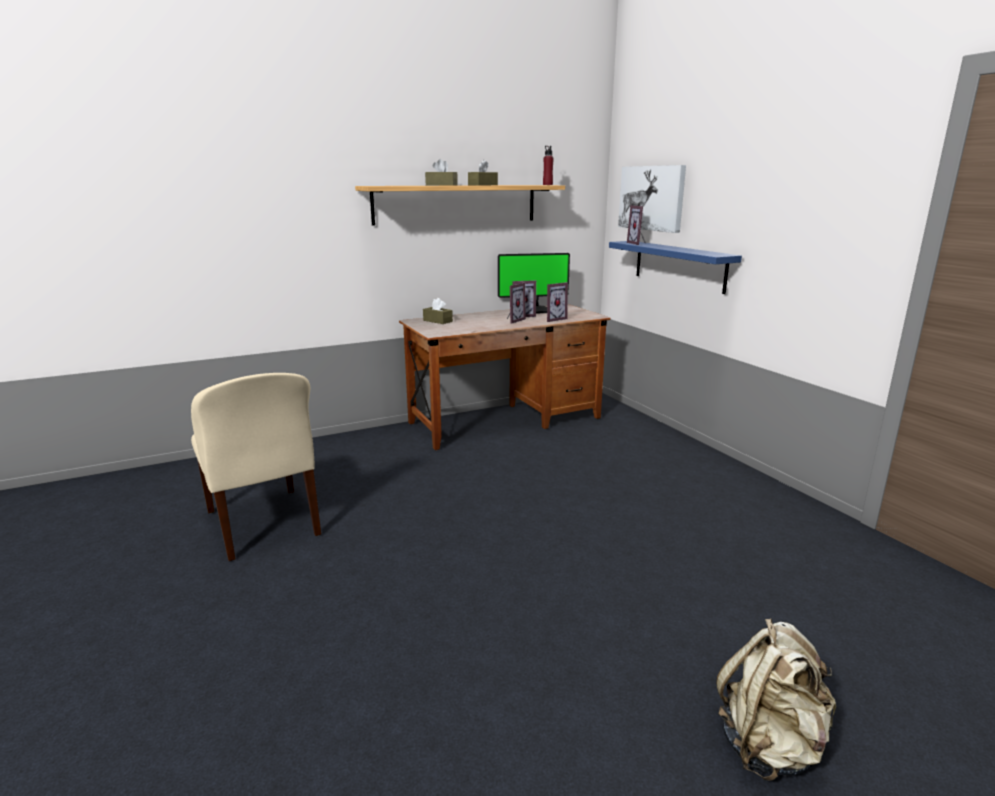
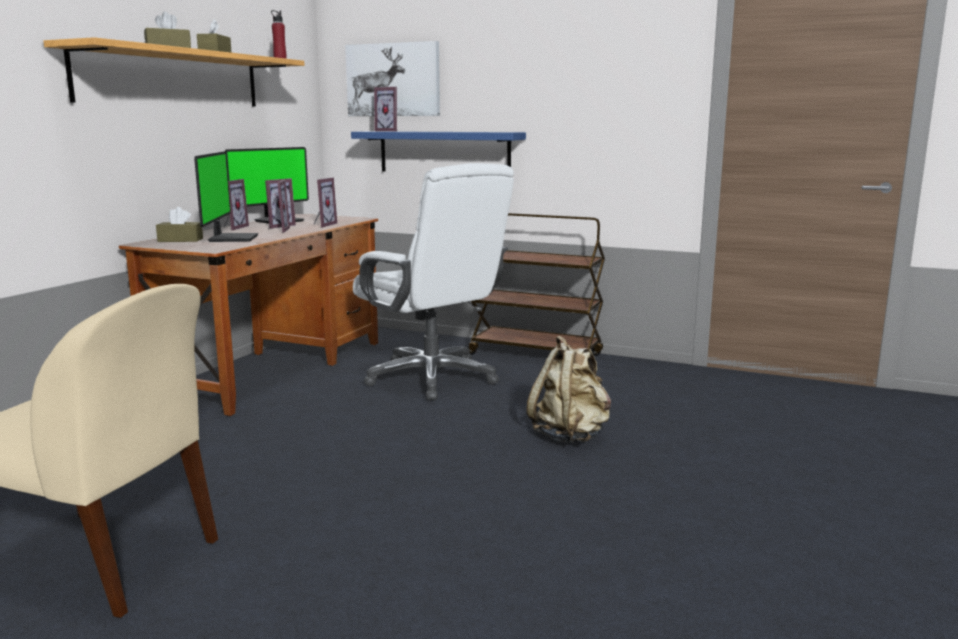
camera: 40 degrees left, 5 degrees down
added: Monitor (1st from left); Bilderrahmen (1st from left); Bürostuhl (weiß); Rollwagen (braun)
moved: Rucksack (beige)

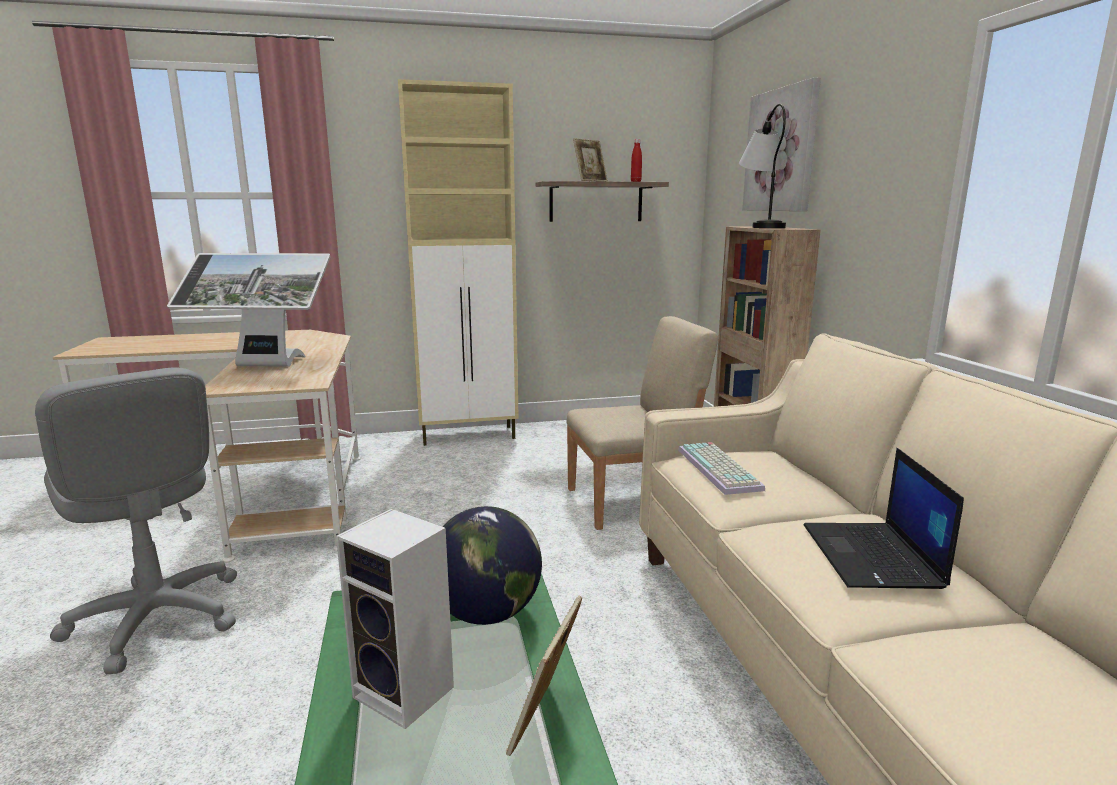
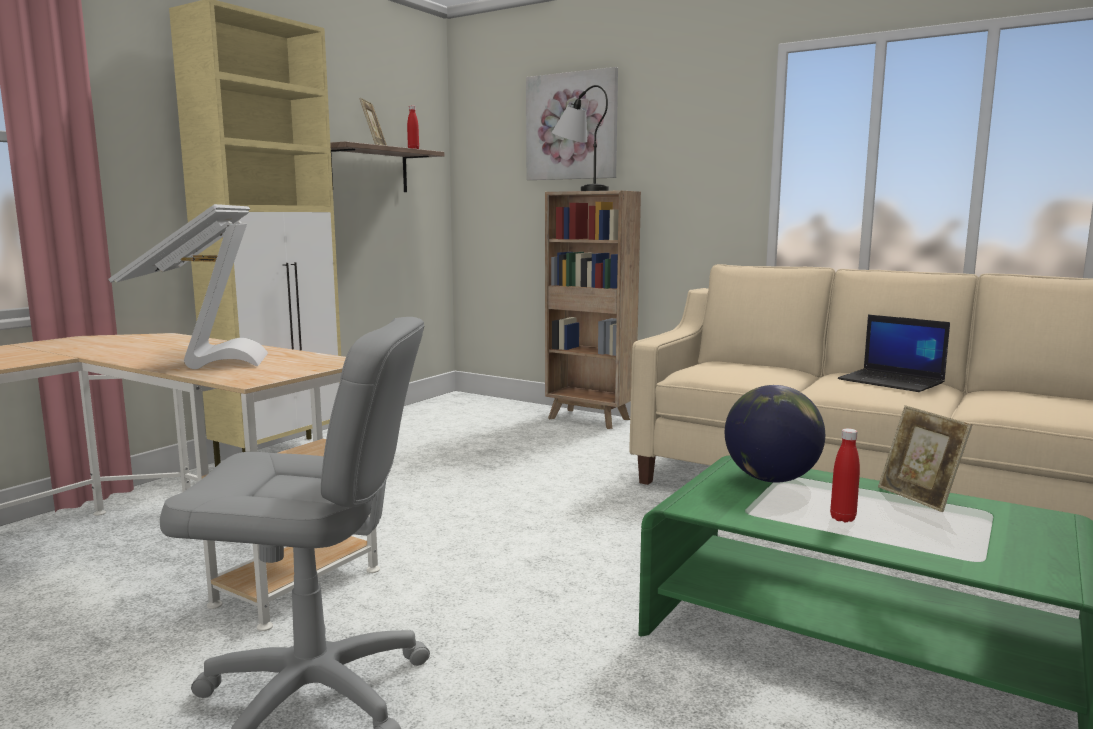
camera: 45 degrees left, 5 degrees down
removed: Stuhl (beige); Tastatur
replaced: Lautsprecher to Flasche (rot) (2nd from left)
turned: Monitor 120 degrees clockwise

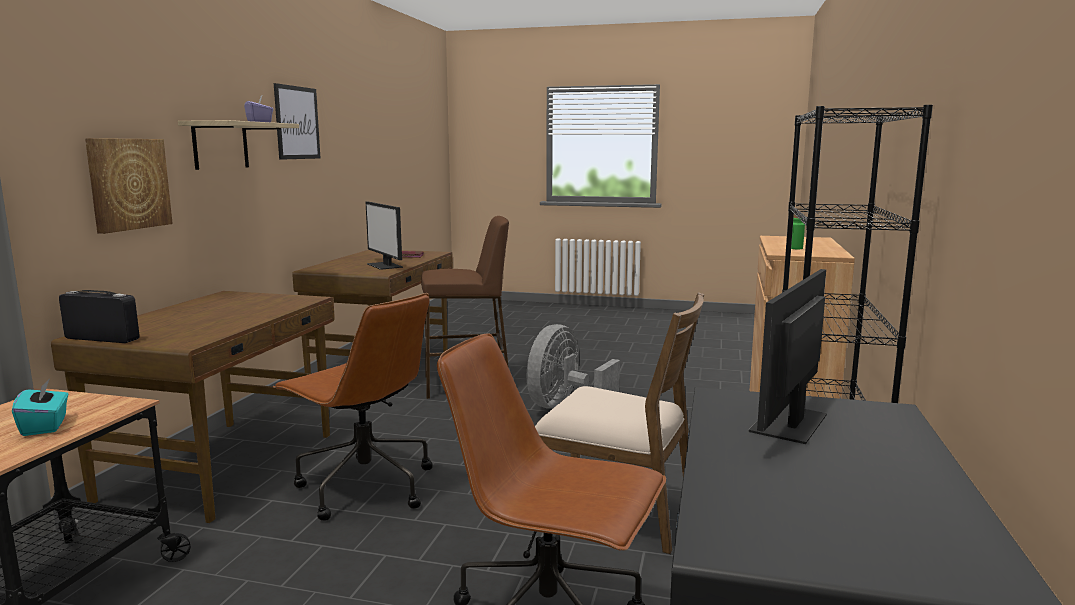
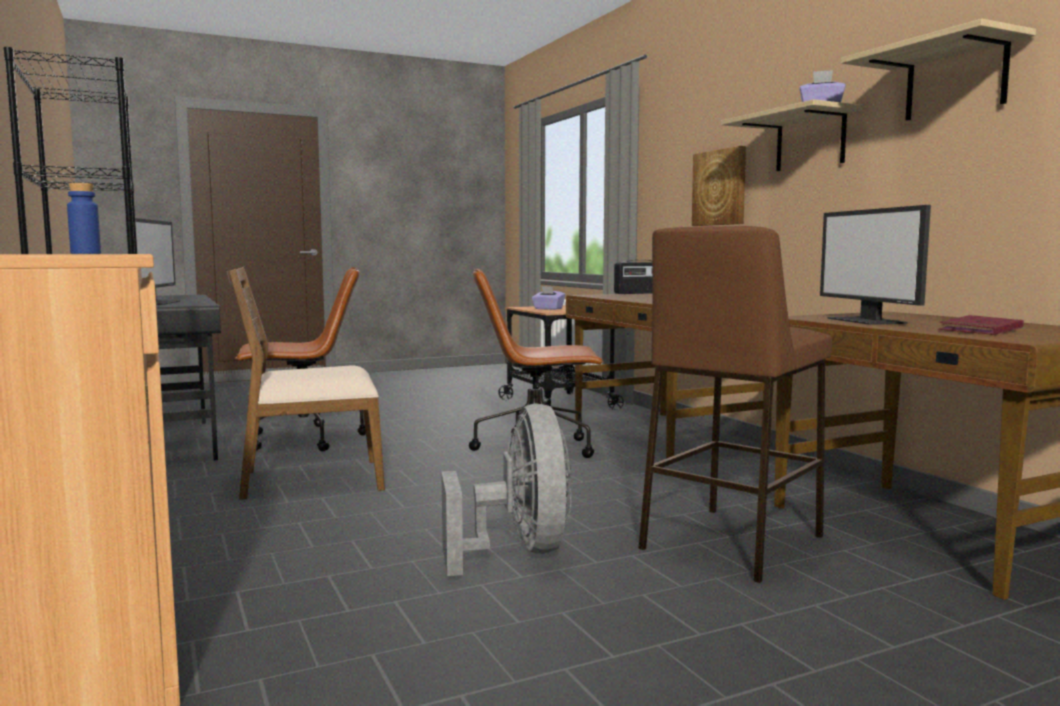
camera: 140 degrees right, 5 degrees down
replaced: Bild (2nd from left) to Wandregal (2nd from left)
recoloured: Taschentuchbox (türkis) to Taschentuchbox (lila) (1st from left); Flasche (grün) to Flasche (blau)
turned: Monitor (1st from left in the first image) 120 degrees counterclockwise

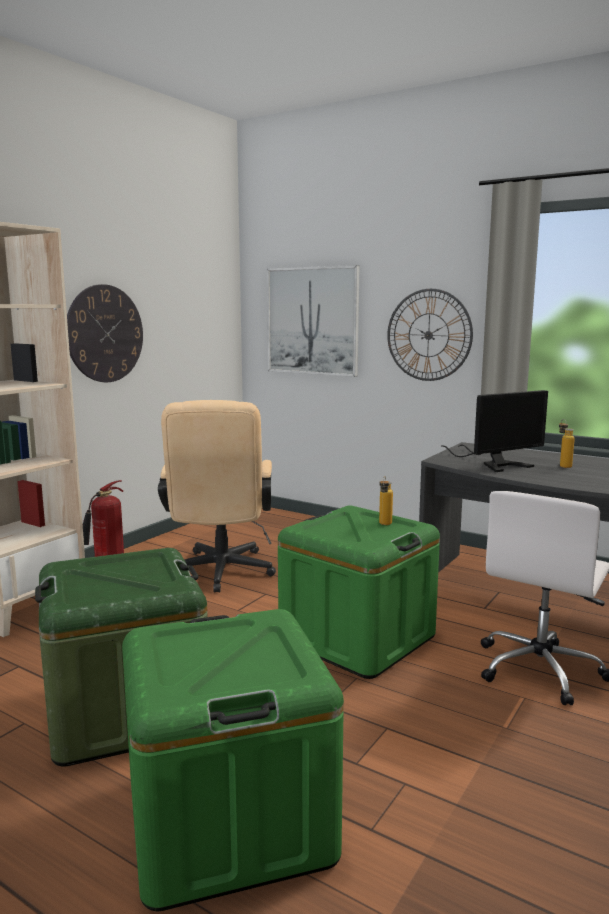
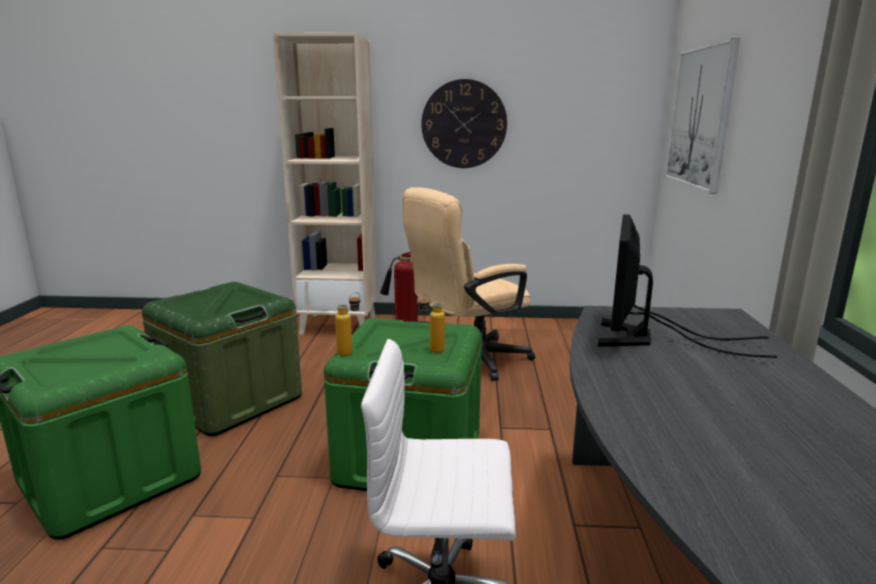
camera: 60 degrees right, 5 degrees up
removed: Wanduhr (2nd from left)
moved: Flasche (2nd from left in the first image) to Flasche (1st from left)
turned: Monitor 75 degrees clockwise

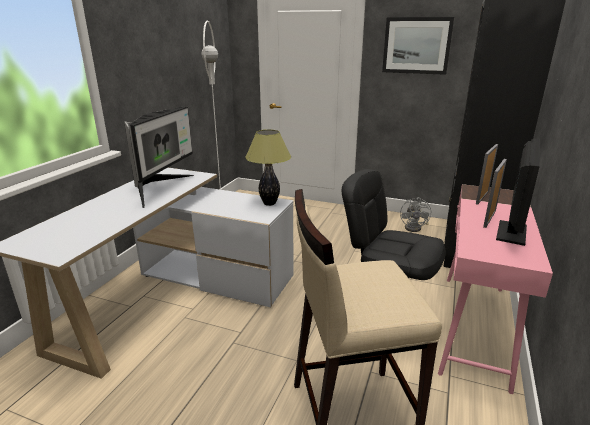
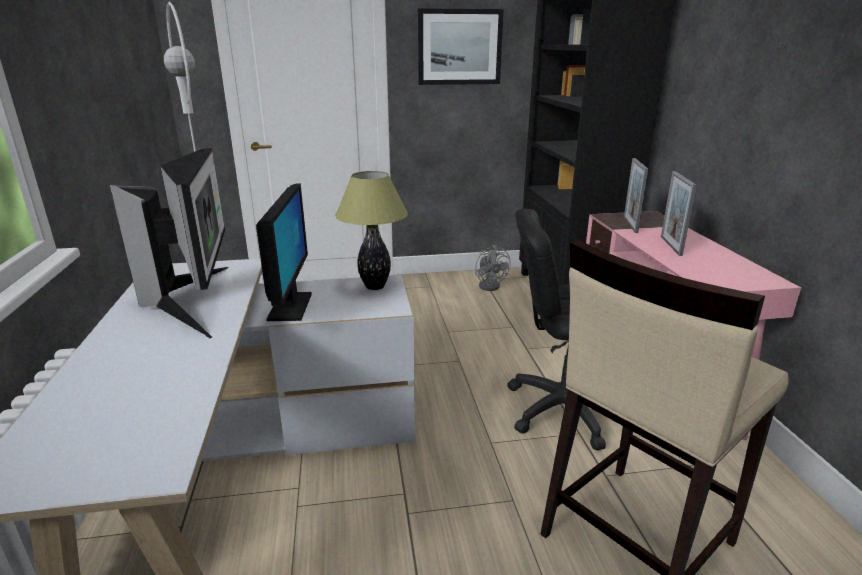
camera: 30 degrees left, 0 degrees up
moved: Monitor (2nd from left)

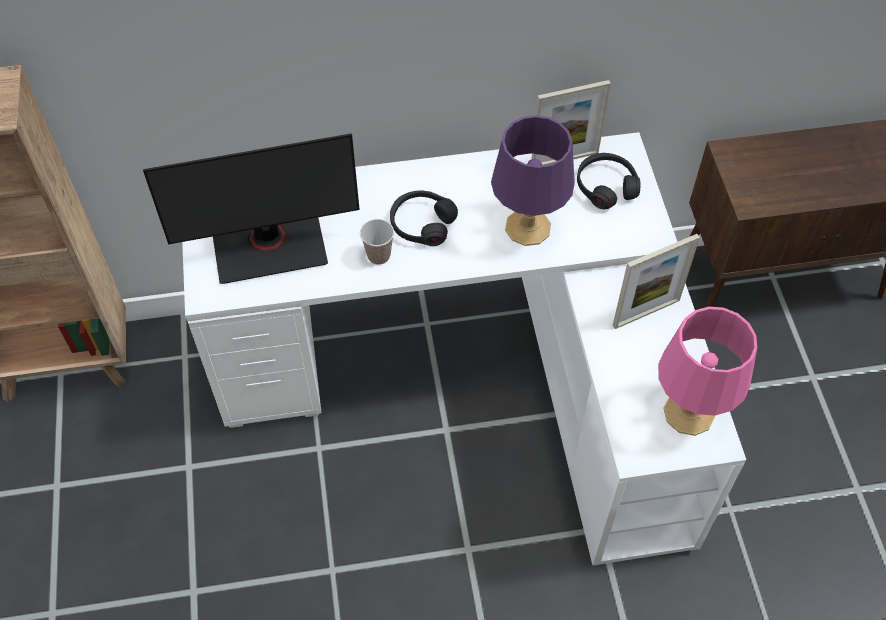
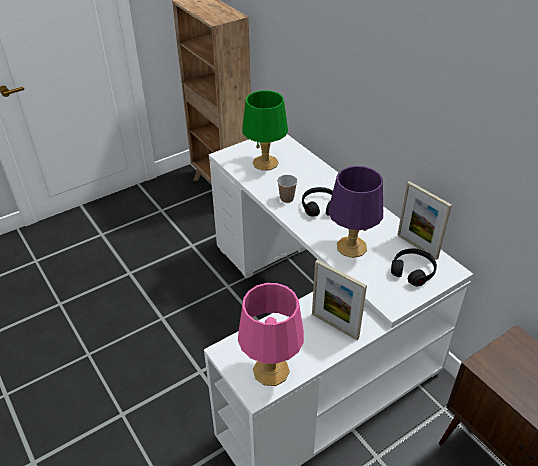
camera: 65 degrees right, 15 degrees down
replaced: Monitor to Tischlampe (grün)

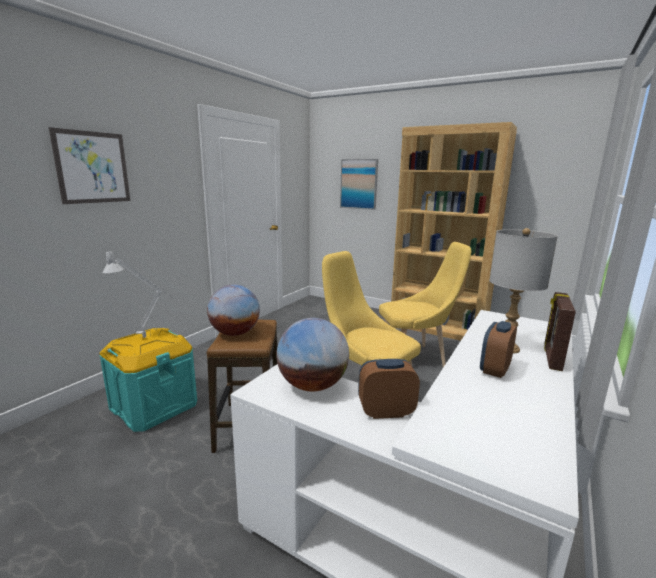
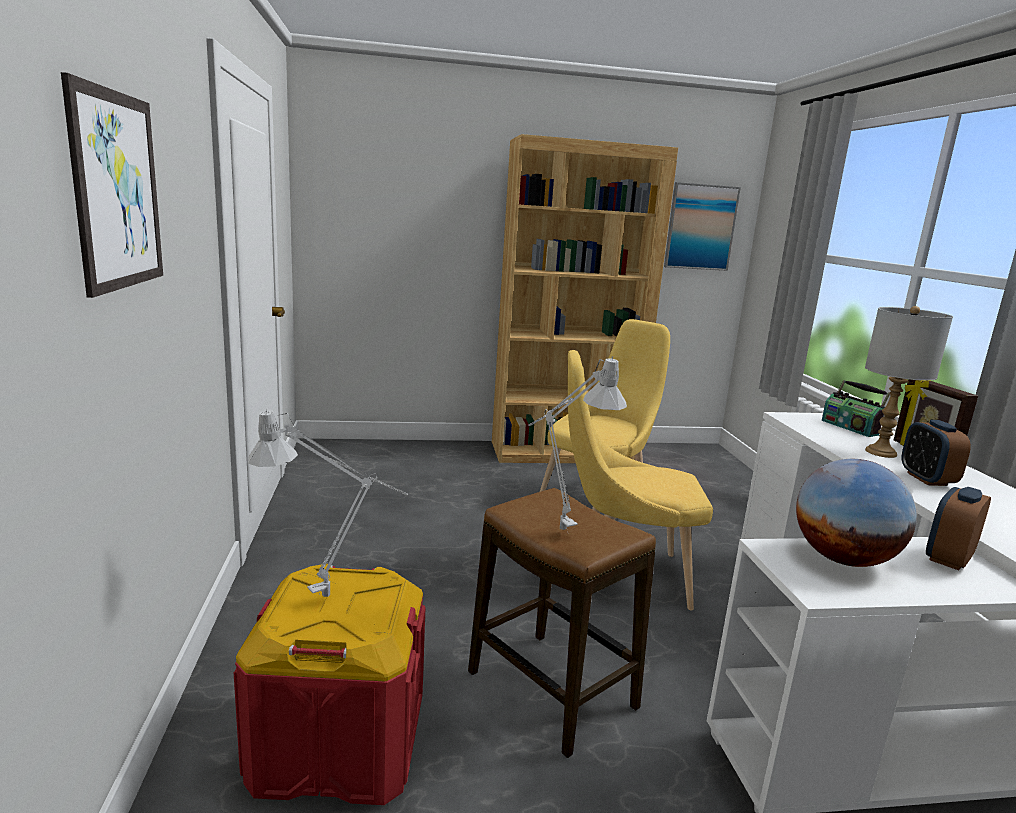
camera: 40 degrees left, 0 degrees up
added: Radio
moved: Bild (2nd from left)
replaced: Globus (1st from left) to Tischlampe (grau) (2nd from left)
recoloured: Aufbewahrungsbox (türkis) to Aufbewahrungsbox (rot)

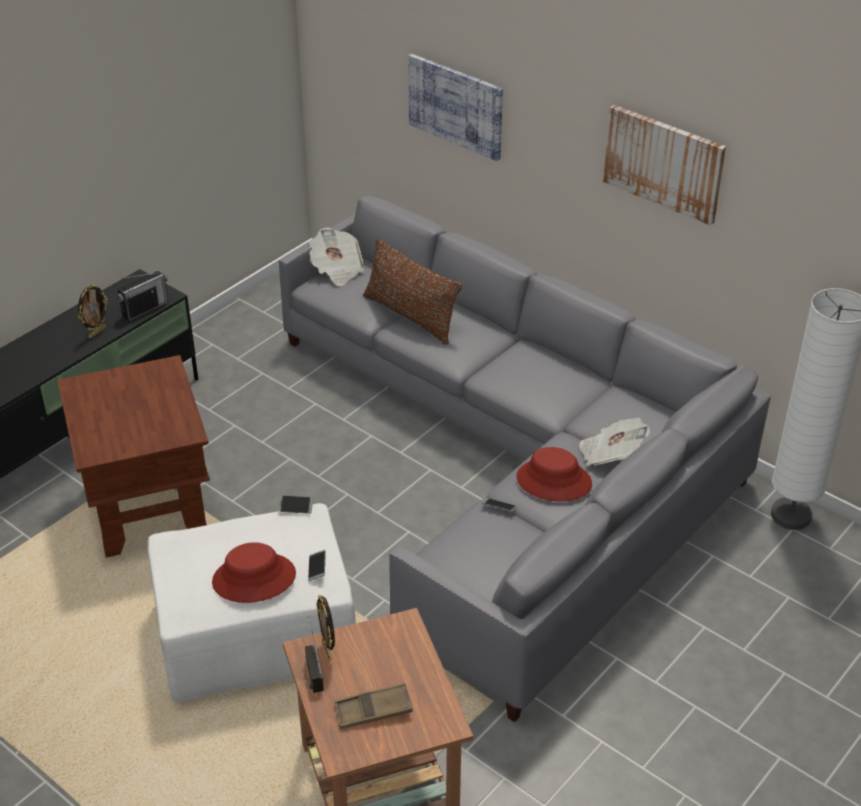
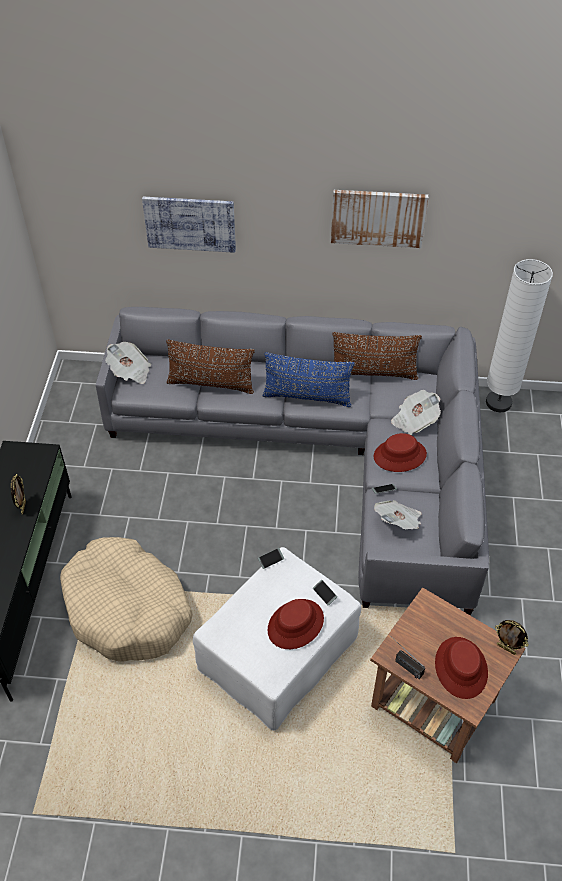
camera: 35 degrees left, 10 degrees up
removed: Radio (1st from left)
added: Kissen (blau); Kissen (braun) (2nd from left); Zeitung (2nd from left)
moved: Bilderrahmen (2nd from left)
replaced: Beistelltisch (braun) (1st from left) to Hundebett (beige); Tablett (braun) to Hut (rot) (3rd from left)

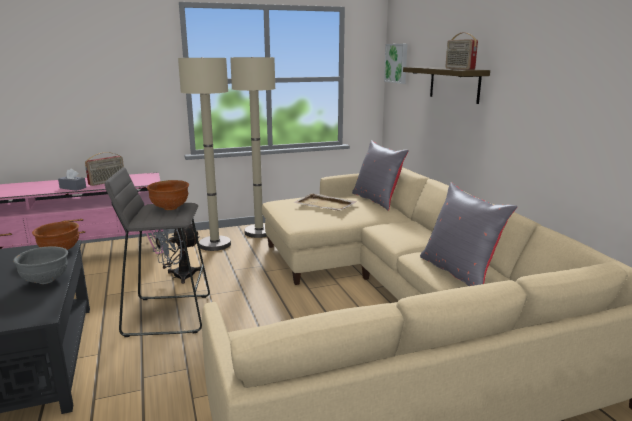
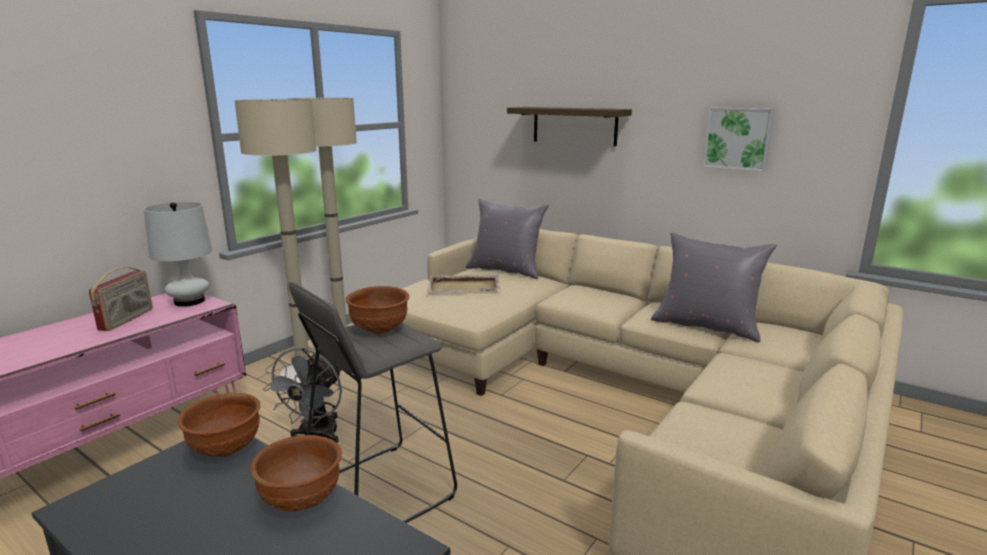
camera: 35 degrees left, 0 degrees up
removed: Taschentuchbox (grau); Radio (2nd from left)
added: Tischlampe (weiß)
moved: Bild
recoloured: Schüssel (grau) to Schüssel (braun) (2nd from left)

